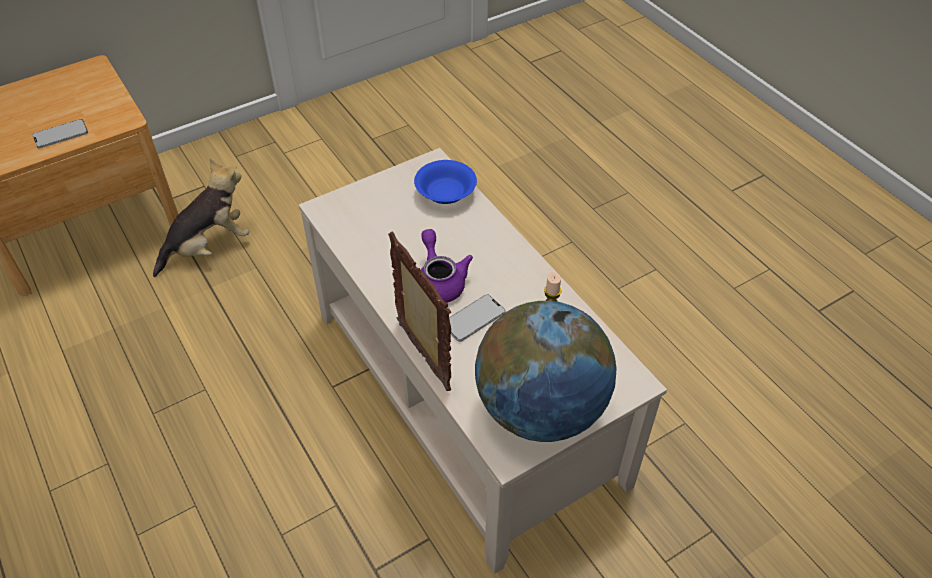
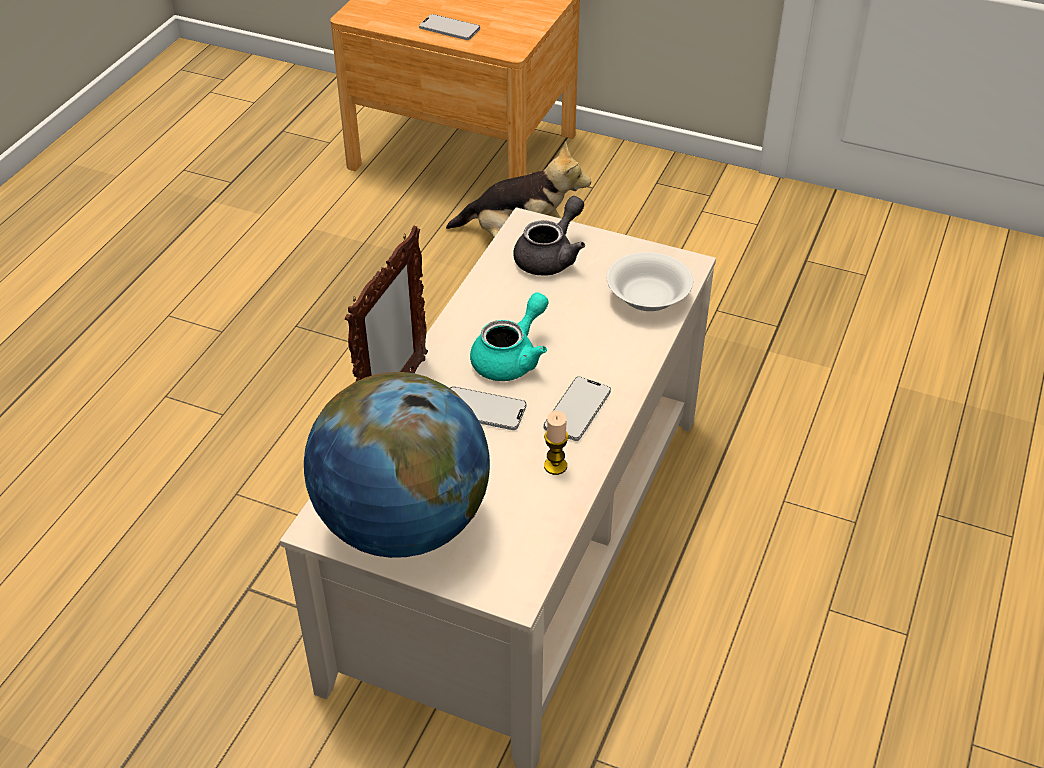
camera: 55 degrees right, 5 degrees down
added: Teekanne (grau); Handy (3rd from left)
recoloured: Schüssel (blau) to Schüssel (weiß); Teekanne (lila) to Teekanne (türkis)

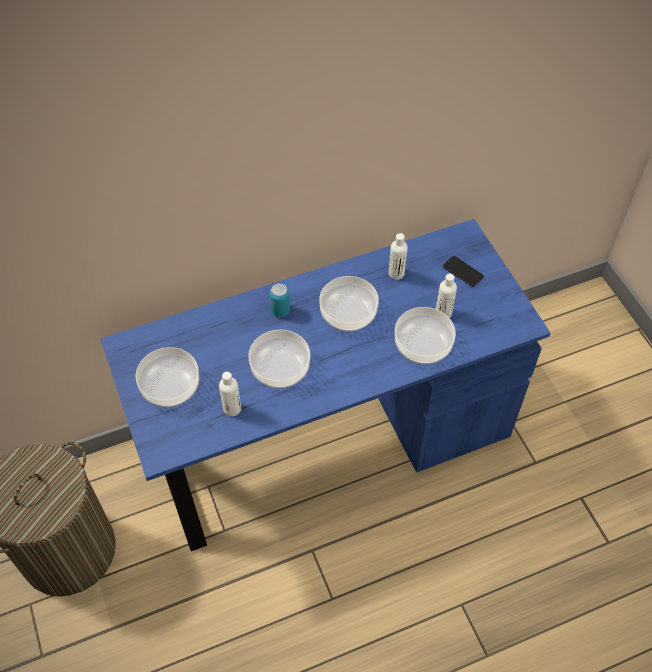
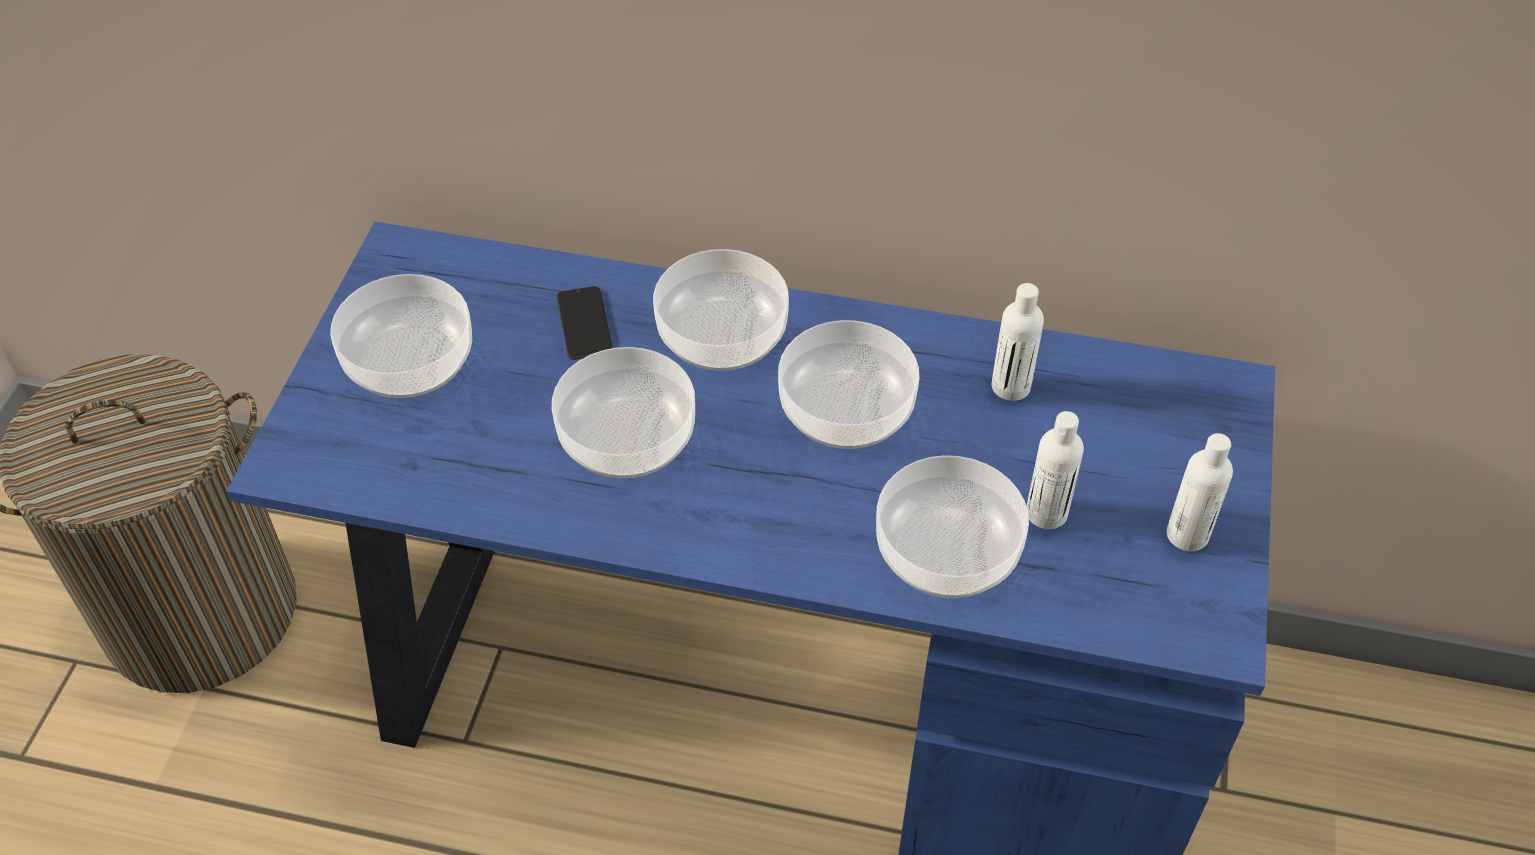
camera: 35 degrees right, 5 degrees down
moved: Flasche (weiß) (1st from left in the first image) to Flasche (weiß) (3rd from left); Handy
replaced: Dose to Schüssel (3rd from left)

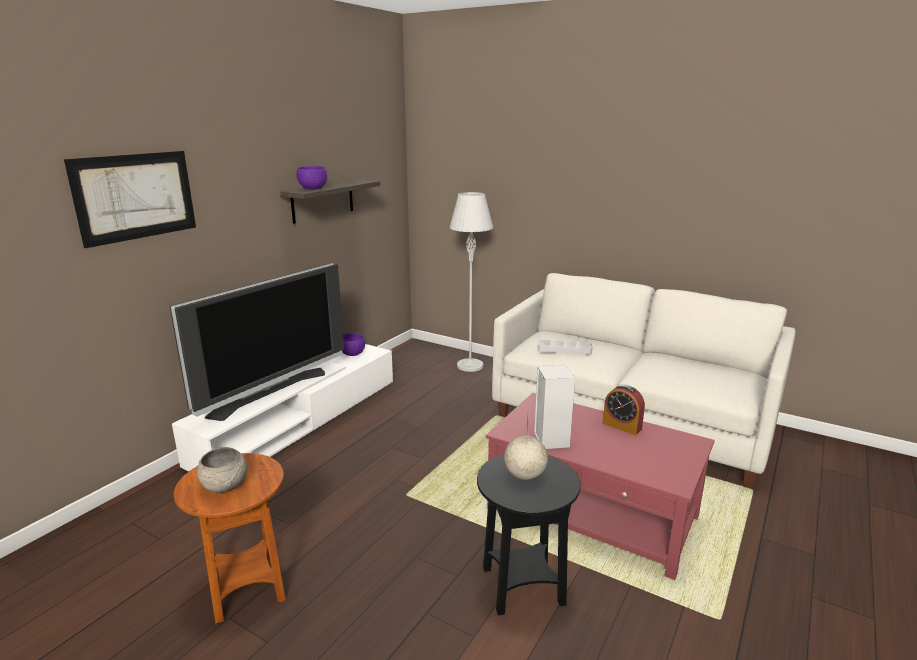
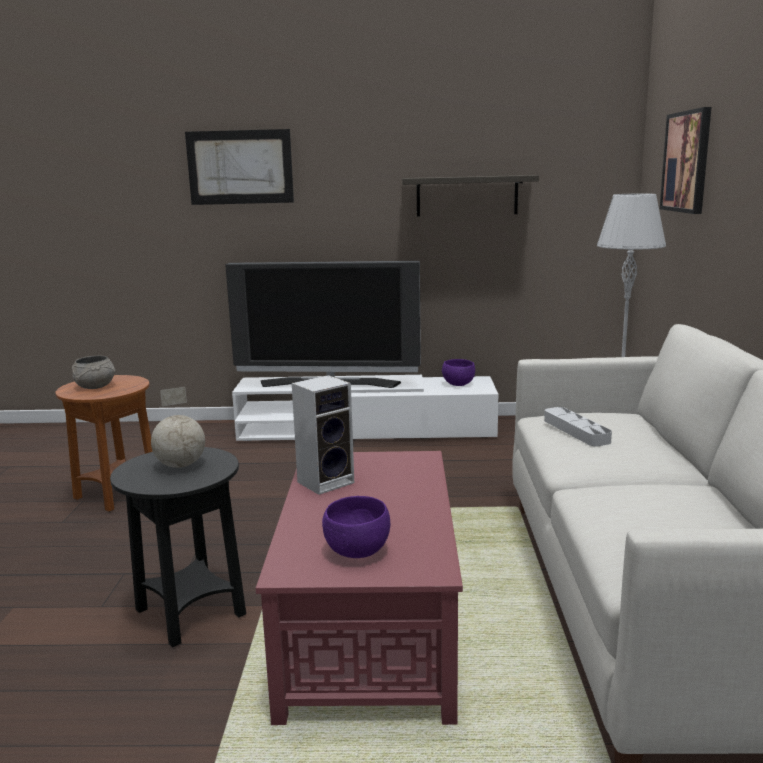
camera: 60 degrees right, 5 degrees down
removed: Wecker
added: Bild (2nd from left)
moved: Schüssel (lila) (1st from left)

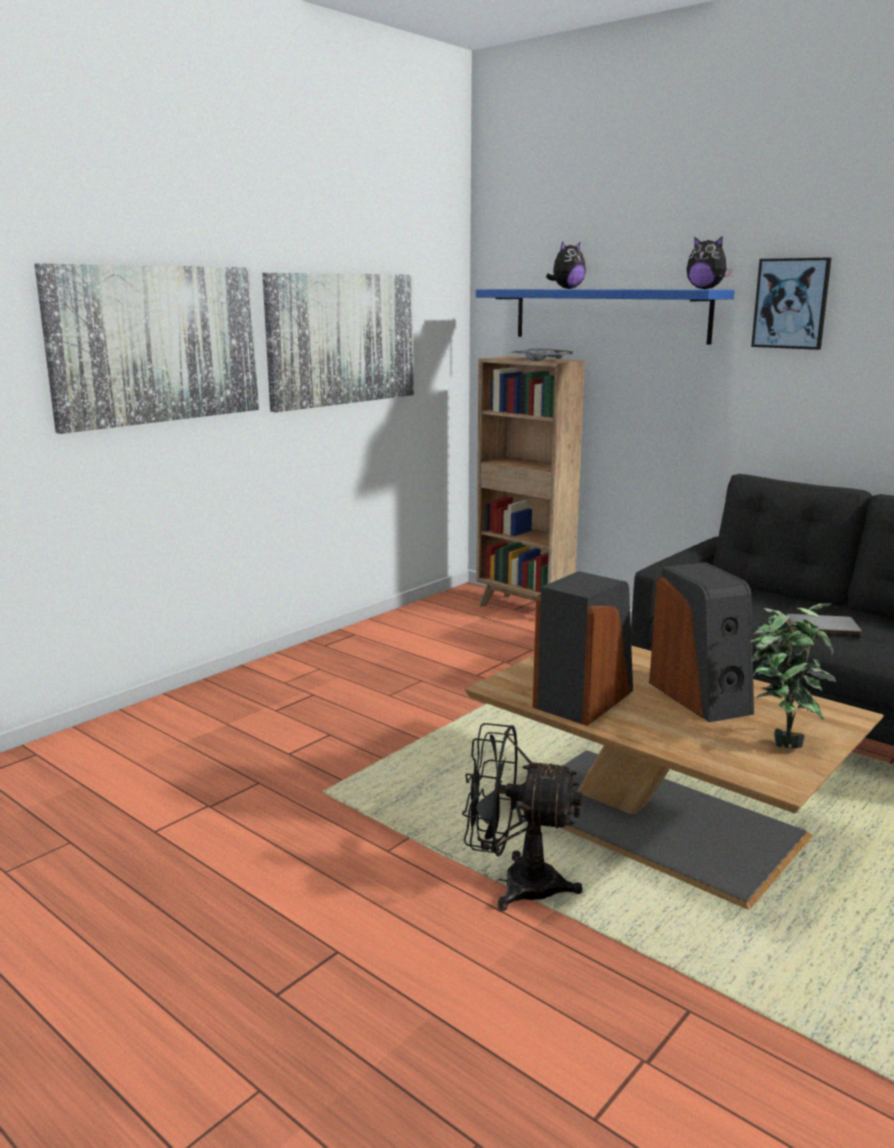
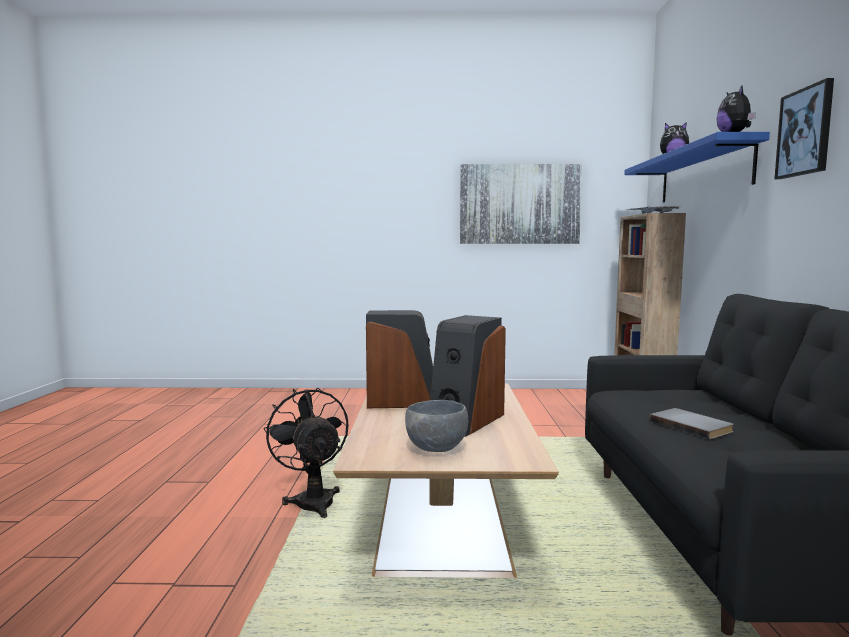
camera: 50 degrees right, 10 degrees down
removed: Bild (1st from left)
replaced: Topfpflanze to Schüssel (grau)

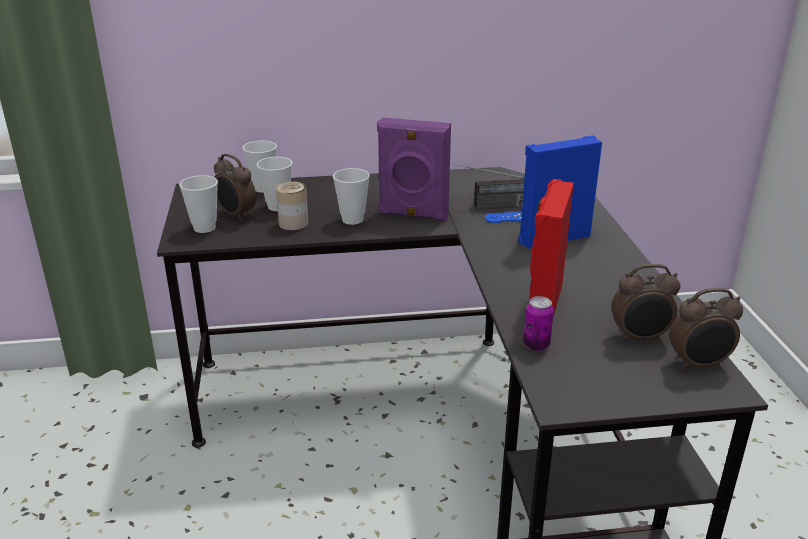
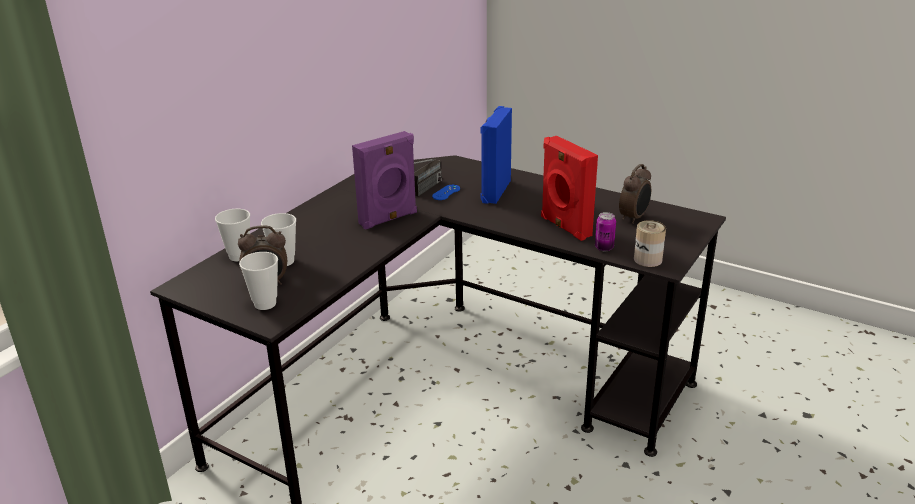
camera: 50 degrees left, 0 degrees up
removed: Tasse (4th from left); Wecker (3rd from left)
moved: Dose (1st from left in the first image) to Dose (2nd from left)

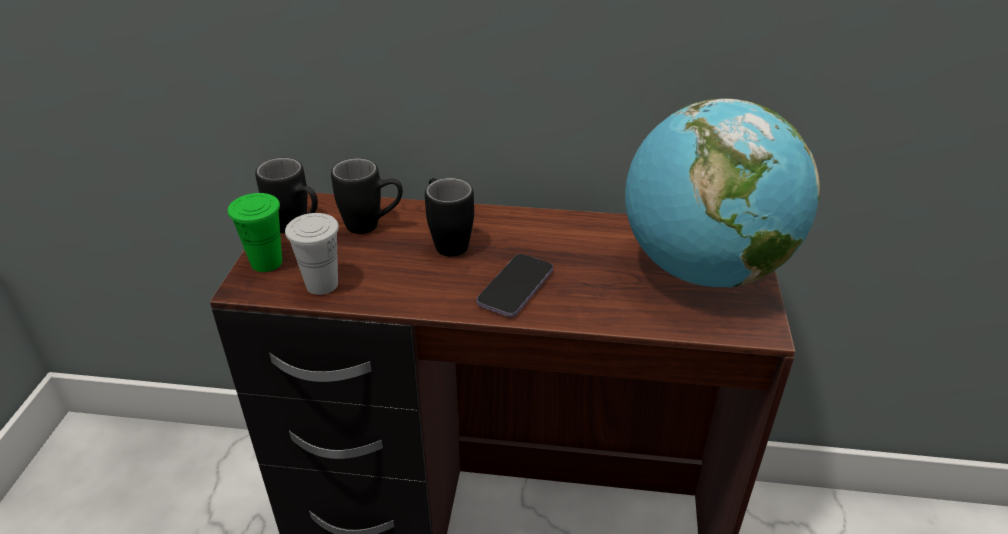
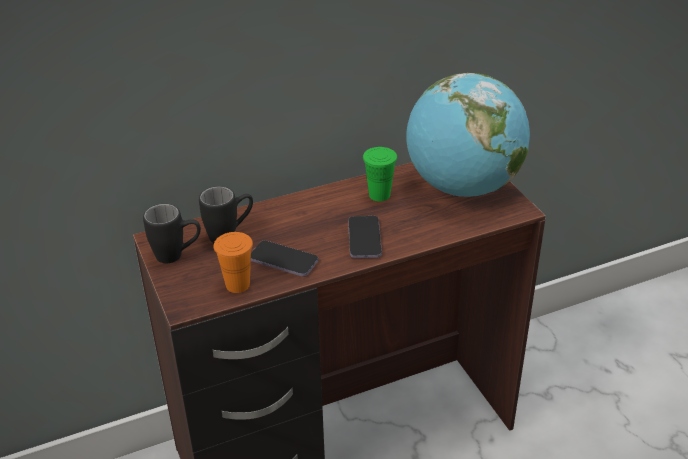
camera: 30 degrees left, 0 degrees up
removed: Henkelbecher (schwarz) (3rd from left)
added: Handy (1st from left)
moved: Tasse (grün)
recoloured: Tasse (weiß) to Tasse (orange)

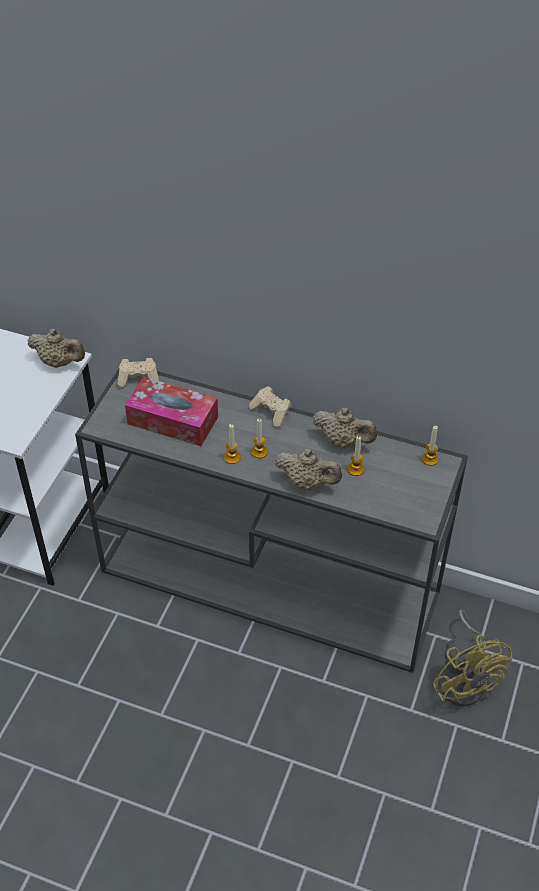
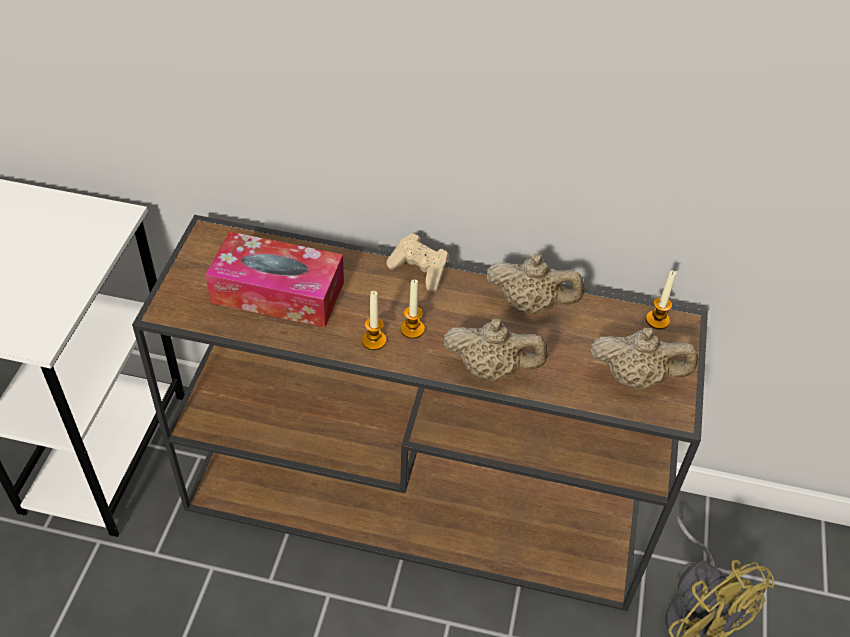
camera: 10 degrees left, 0 degrees up
removed: Gamepad (beige) (1st from left); Kerze (3rd from left)
moved: Teekanne (beige) (1st from left in the first image) to Teekanne (beige) (3rd from left)
recoloured: Konsolentisch (grau) to Konsolentisch (braun)

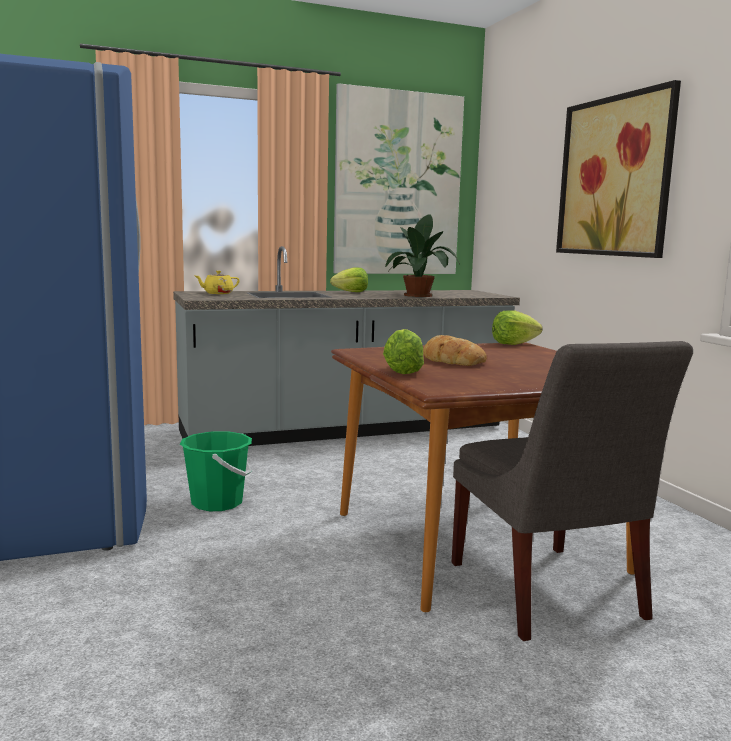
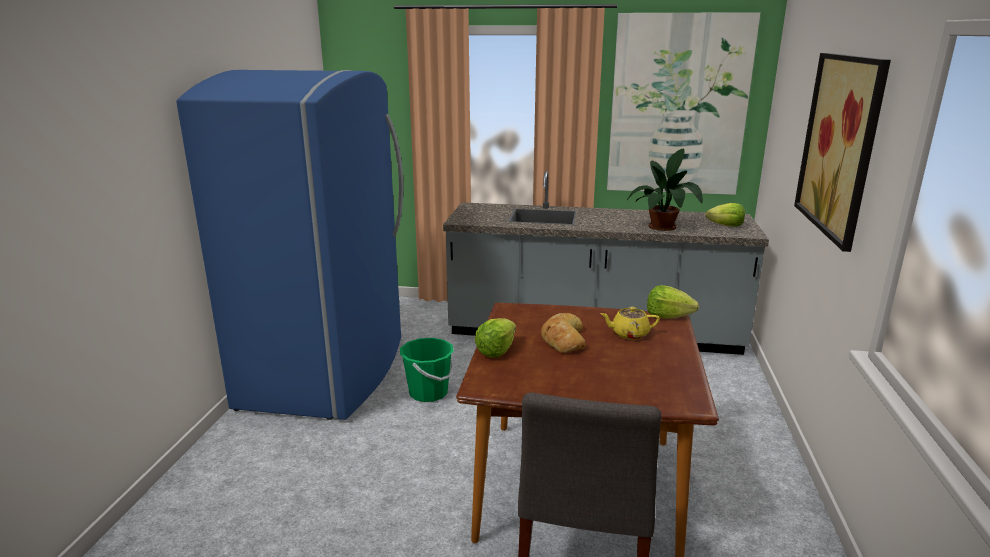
camera: 30 degrees right, 10 degrees up
moved: Teekanne (gelb); Salatkopf (1st from left in the first image) to Salatkopf (3rd from left)

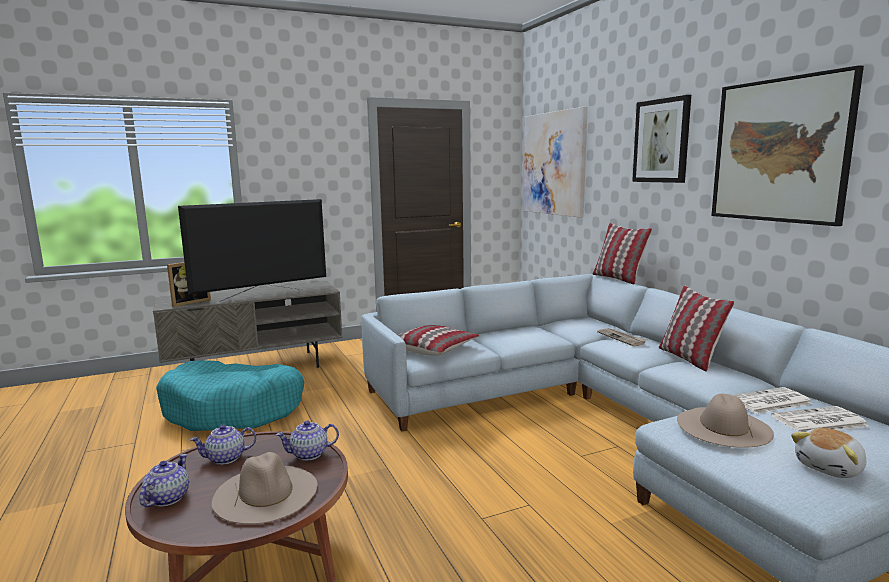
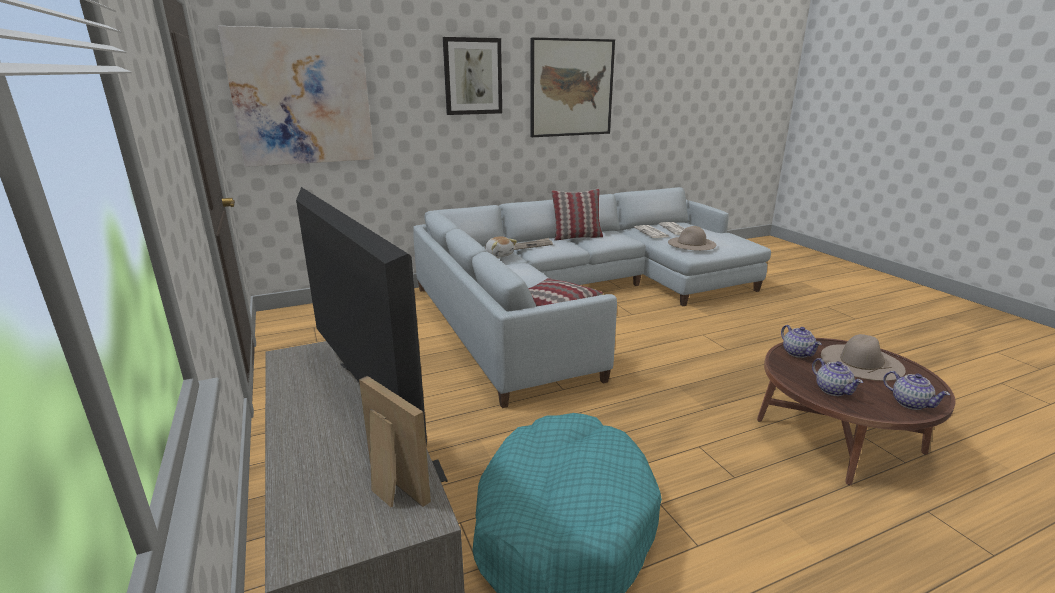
camera: 90 degrees left, 10 degrees up
removed: Kissen (2nd from left)
moved: Plüschtier
turned: Teekanne (1st from left in the first image) 135 degrees counterclockwise

